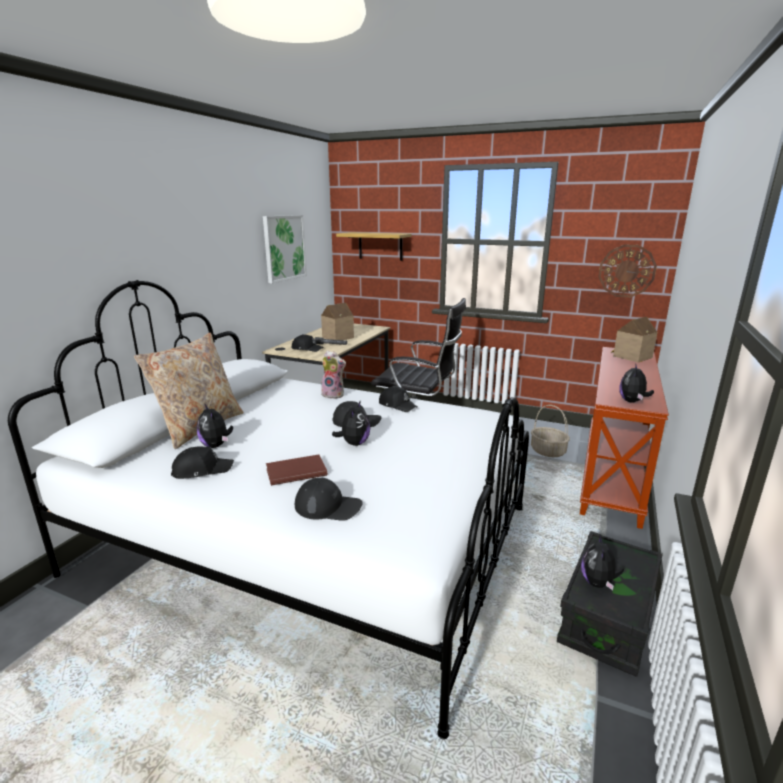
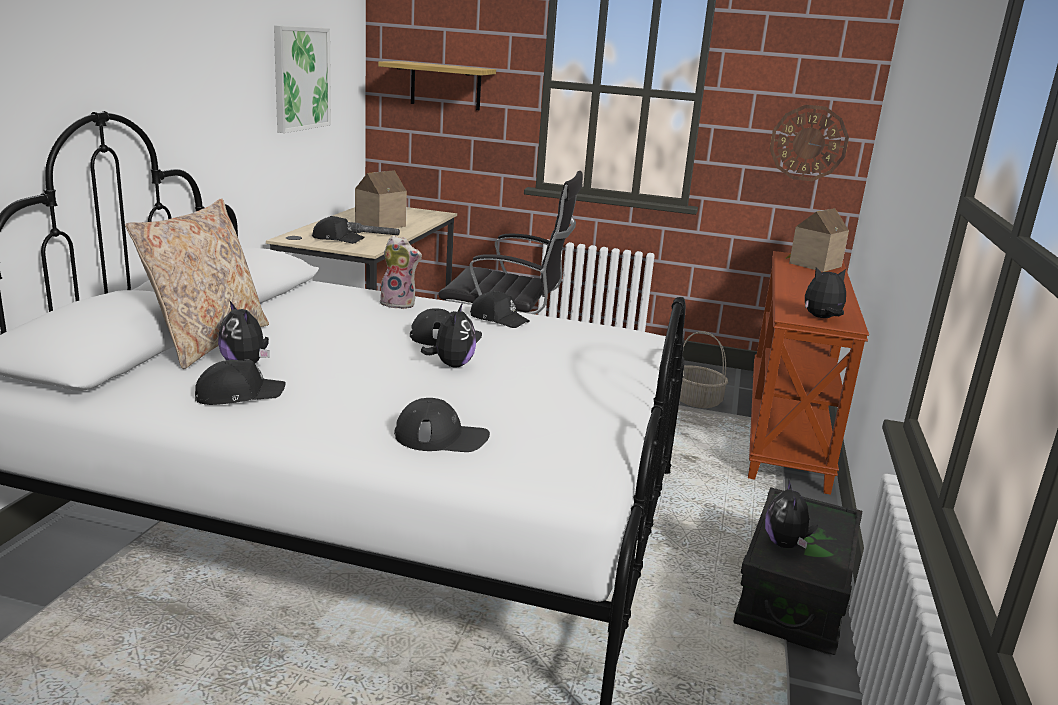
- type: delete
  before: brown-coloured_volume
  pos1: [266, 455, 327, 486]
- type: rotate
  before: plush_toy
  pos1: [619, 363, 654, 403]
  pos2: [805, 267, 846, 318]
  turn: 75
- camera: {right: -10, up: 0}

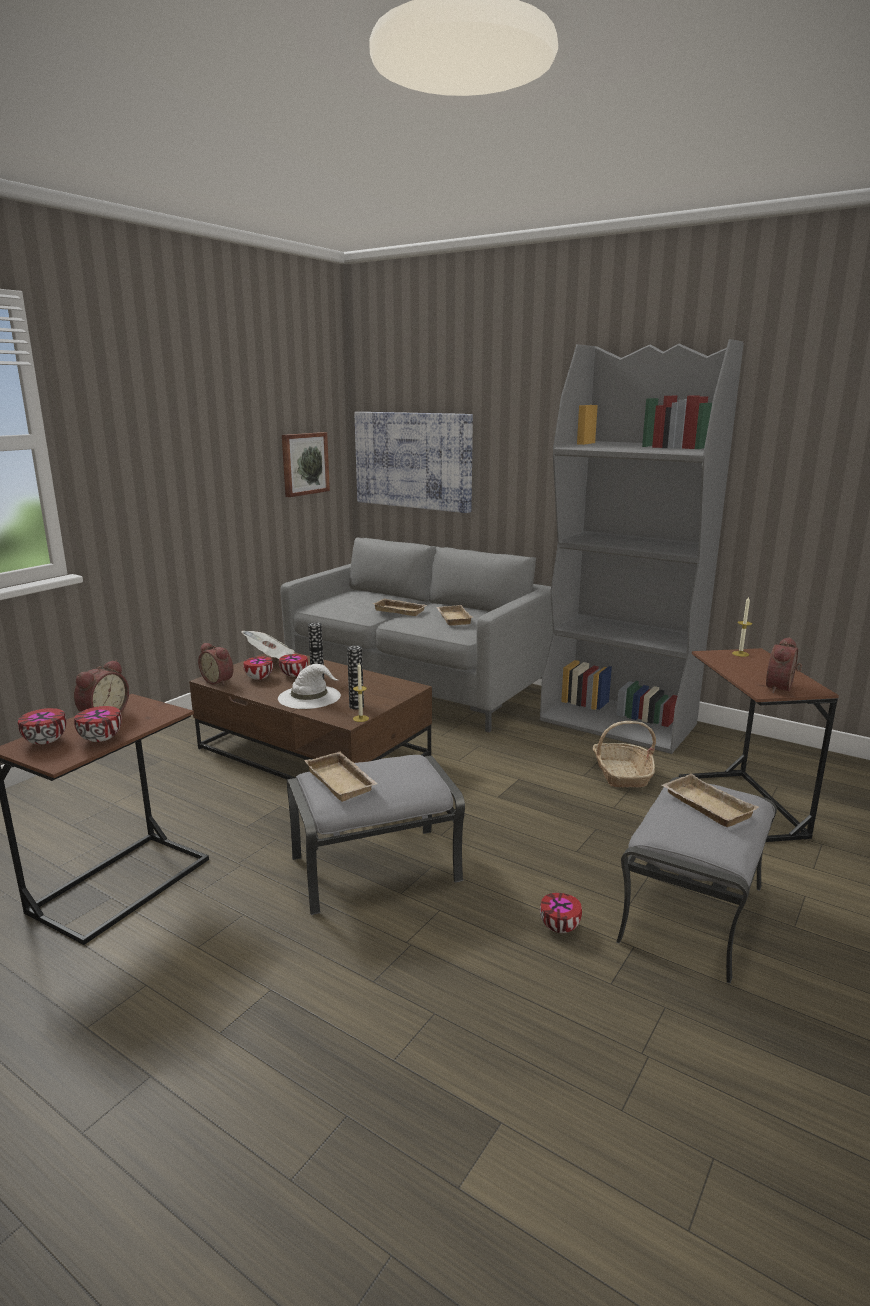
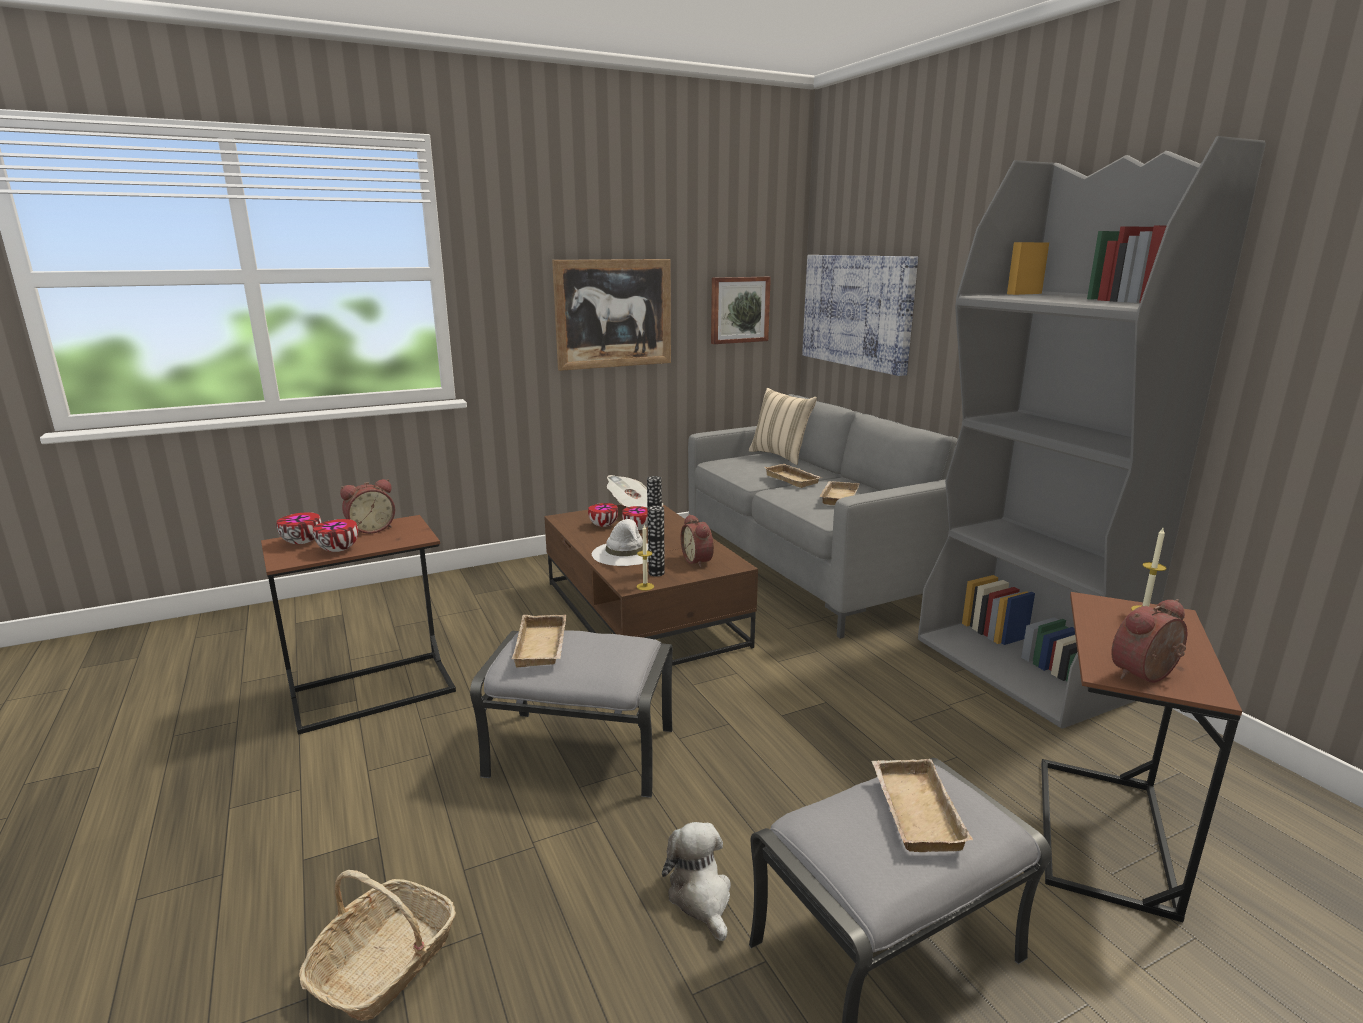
- type: insert
  after: wall_picture
  pos2: [552, 259, 671, 371]
- type: insert
  after: sand-coloured_cushion
  pos2: [749, 388, 817, 465]
- type: move
  before: bedside_clock
  pos1: [198, 643, 234, 686]
  pos2: [681, 514, 714, 568]
- type: move
  before: household_basket
  pos1: [593, 721, 656, 788]
  pos2: [299, 870, 456, 1021]
- type: replace
  before: serving_bowl
  after: plush_toy
  pos1: [540, 893, 582, 933]
  pos2: [662, 822, 731, 942]
- camera: {right: 30, up: 0}

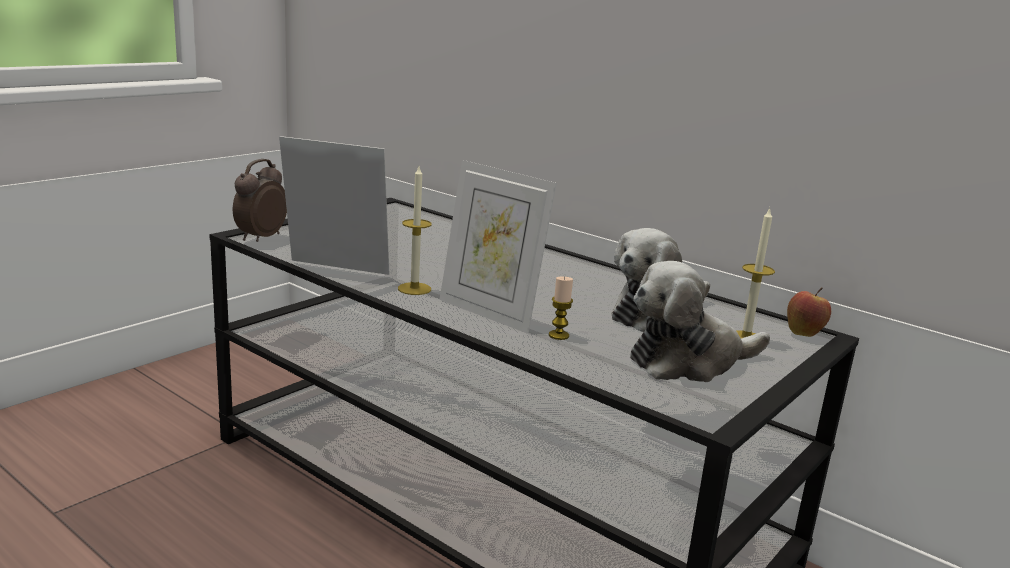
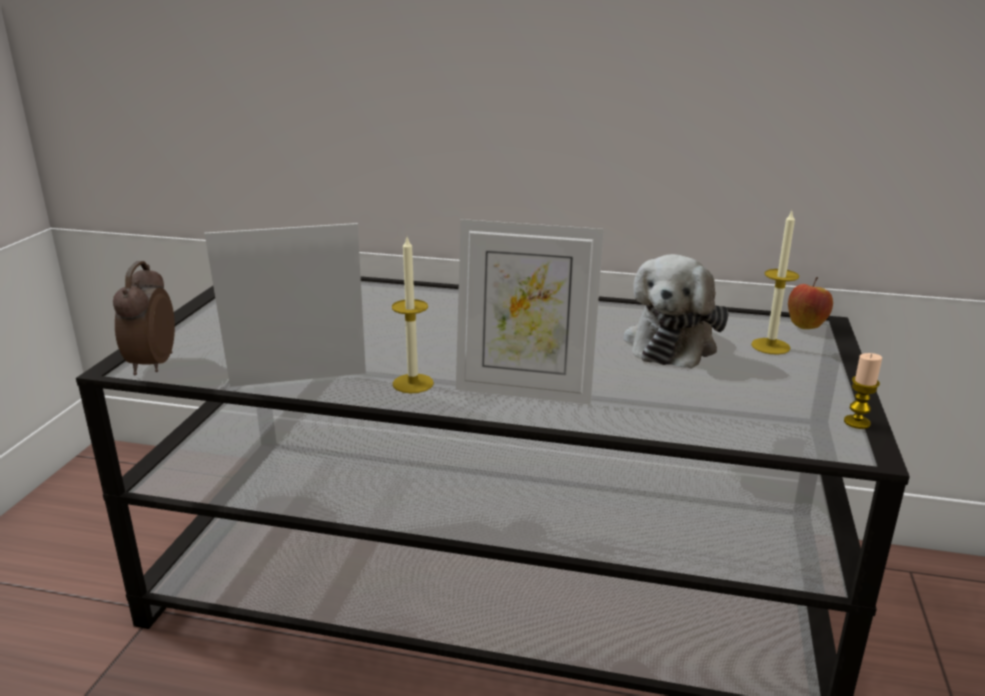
- type: delete
  before: plush_toy
  pos1: [630, 261, 770, 382]
- type: move
  before: candle
  pos1: [549, 277, 573, 340]
  pos2: [844, 353, 882, 429]
- camera: {right: -25, up: 5}

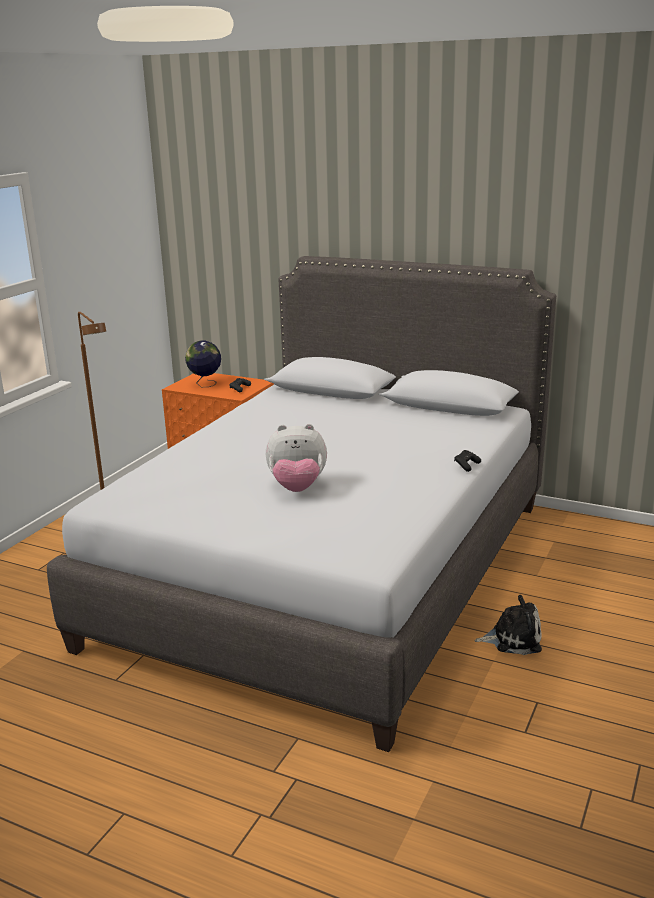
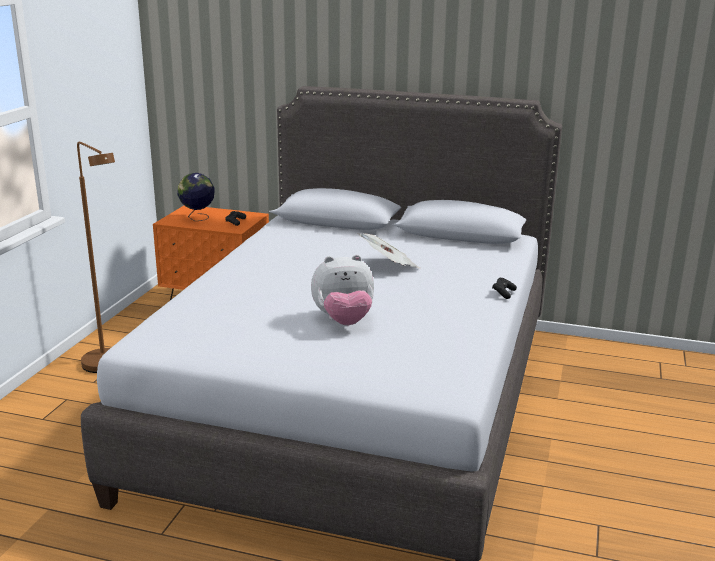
- type: delete
  before: plush_toy
  pos1: [474, 595, 542, 655]
- type: insert
  after: printed_paper
  pos2: [358, 233, 420, 268]
- camera: {right: -10, up: 0}

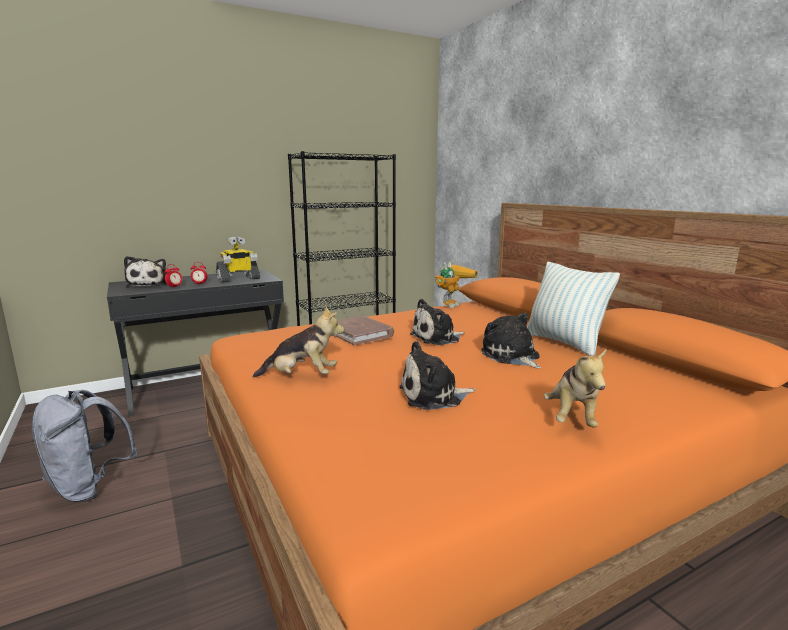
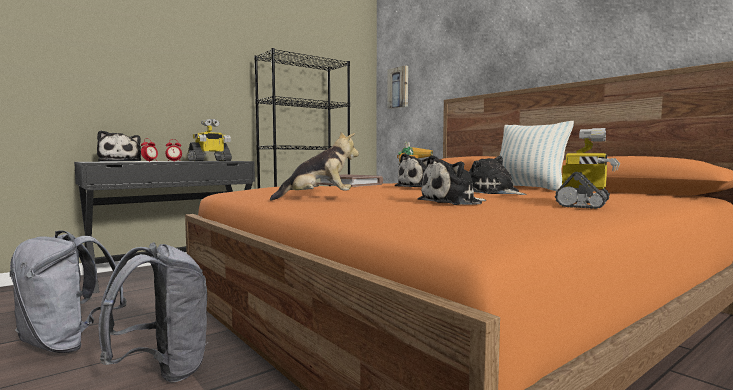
- type: insert
  after: greyish_knapsack
  pos2: [98, 242, 208, 382]
- type: insert
  after: wall_picture
  pos2: [387, 65, 408, 109]
- type: replace
  before: plush_toy
  after: toy_robot
  pos1: [544, 349, 606, 428]
  pos2: [555, 128, 620, 209]
- camera: {right: -10, up: -10}

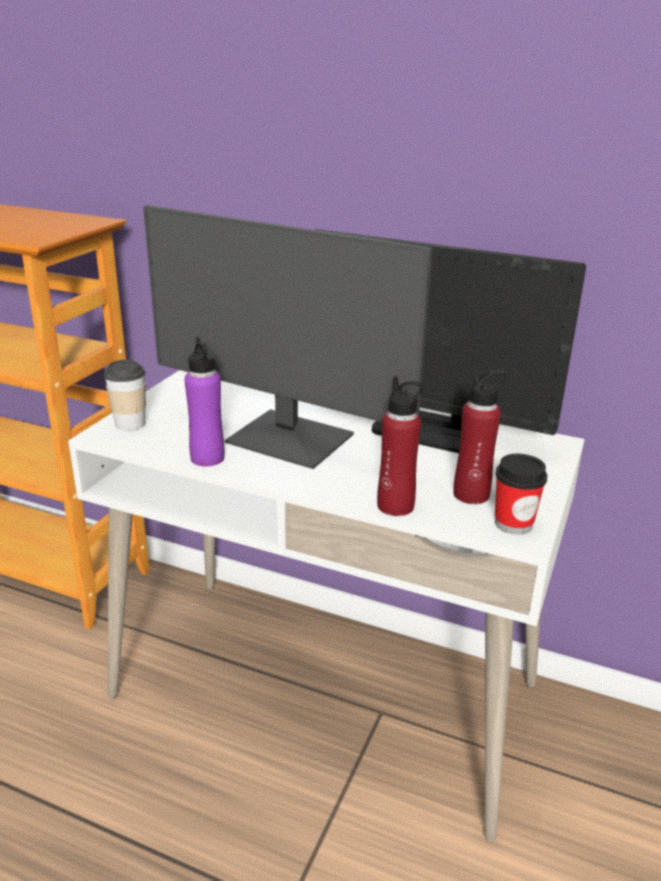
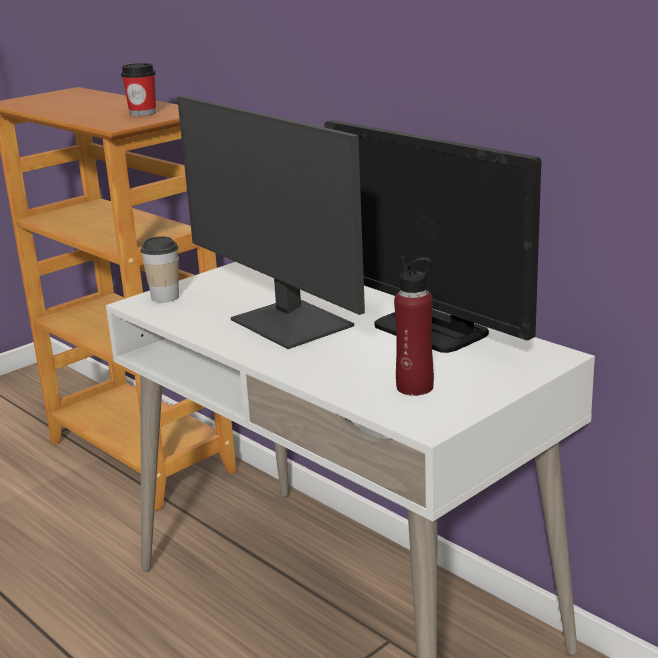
- type: delete
  before: purple_beverage_bottle
  pos1: [185, 337, 225, 467]
- type: delete
  before: red-coloured_beverage_bottle
  pos1: [377, 376, 423, 516]
- type: move
  before: drinking_cup
  pos1: [495, 454, 547, 535]
  pos2: [121, 63, 156, 116]
- camera: {right: 25, up: -5}

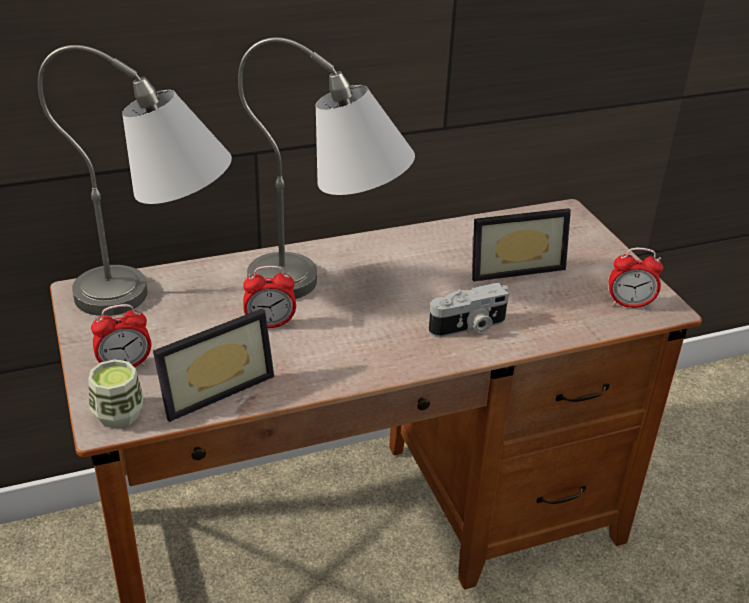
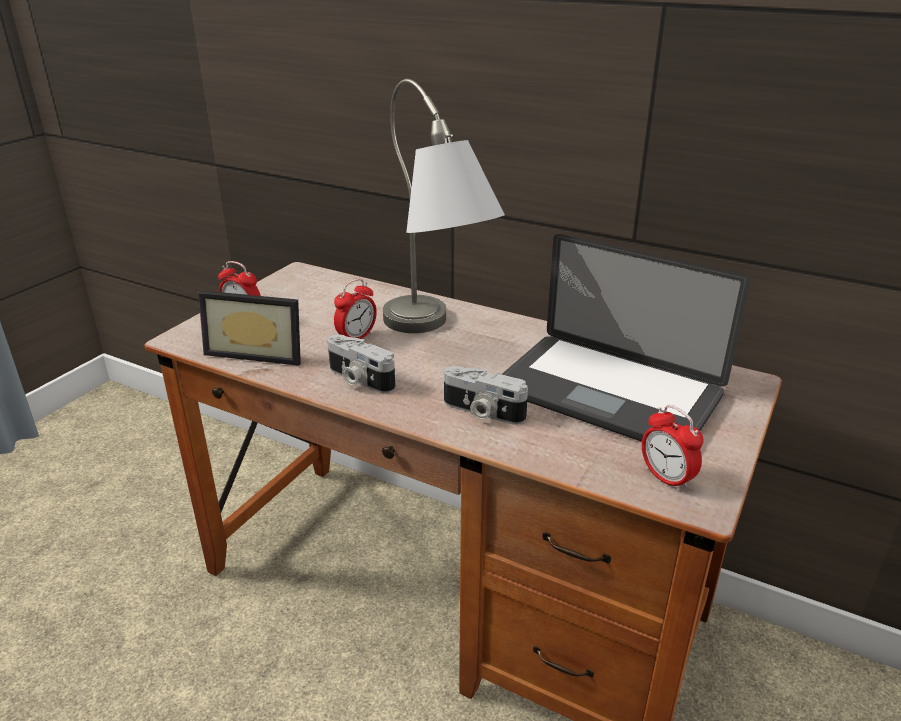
- type: delete
  before: greyish_tabletop_lamp
  pos1: [38, 45, 232, 316]
- type: delete
  before: drinking_cup
  pos1: [88, 359, 144, 429]
- type: insert
  after: photo_camera
  pos2: [327, 334, 395, 394]
- type: replace
  before: photo_frame
  after: notebook_computer
  pos1: [472, 208, 571, 281]
  pos2: [502, 234, 750, 442]
- type: rotate
  before: bedside_clock
  pos1: [243, 266, 296, 328]
  pos2: [334, 279, 377, 339]
  turn: -90
- camera: {right: 50, up: -5}

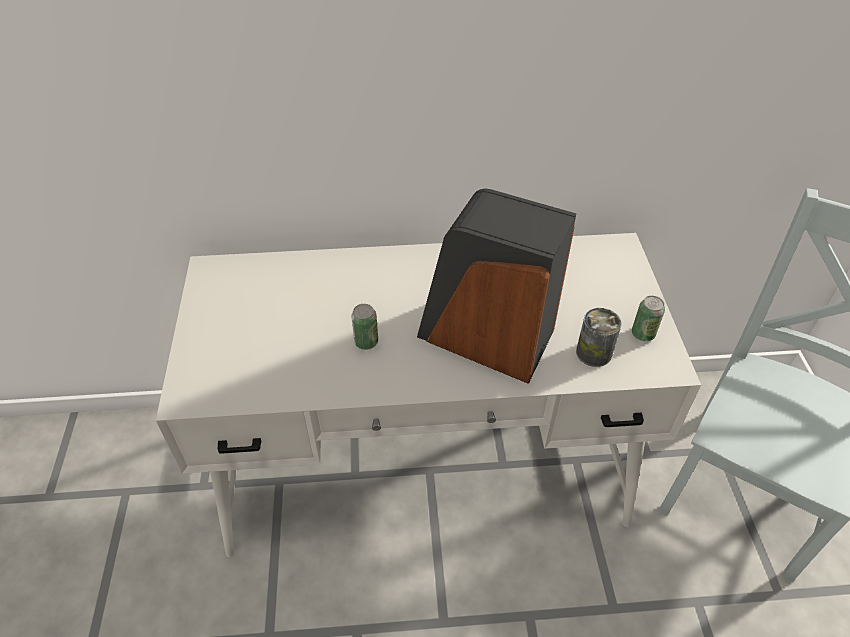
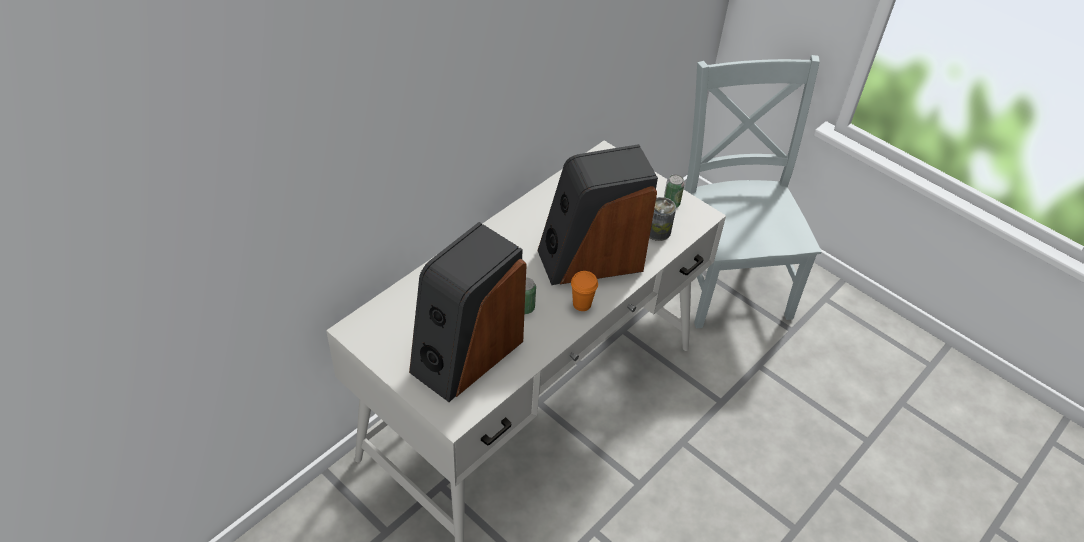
- type: insert
  after: speaker
  pos2: [409, 222, 527, 402]
- type: insert
  after: orange_drinking_cup
  pos2: [571, 271, 598, 311]
- camera: {right: -45, up: 0}

